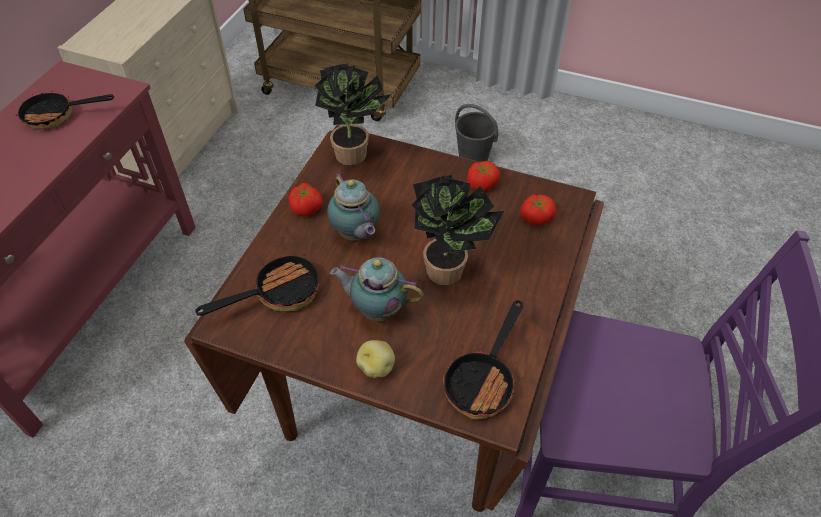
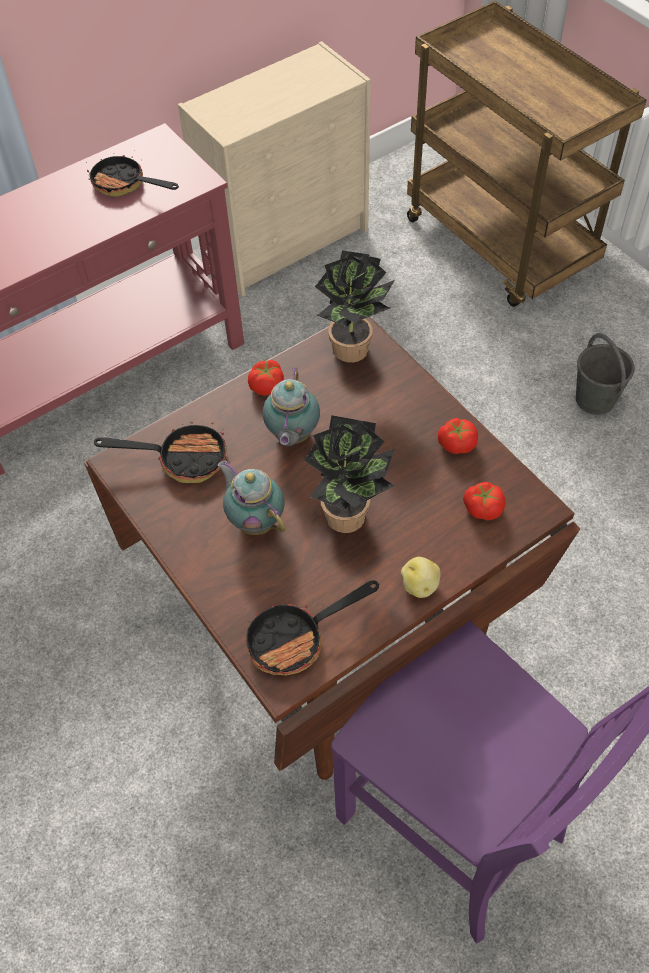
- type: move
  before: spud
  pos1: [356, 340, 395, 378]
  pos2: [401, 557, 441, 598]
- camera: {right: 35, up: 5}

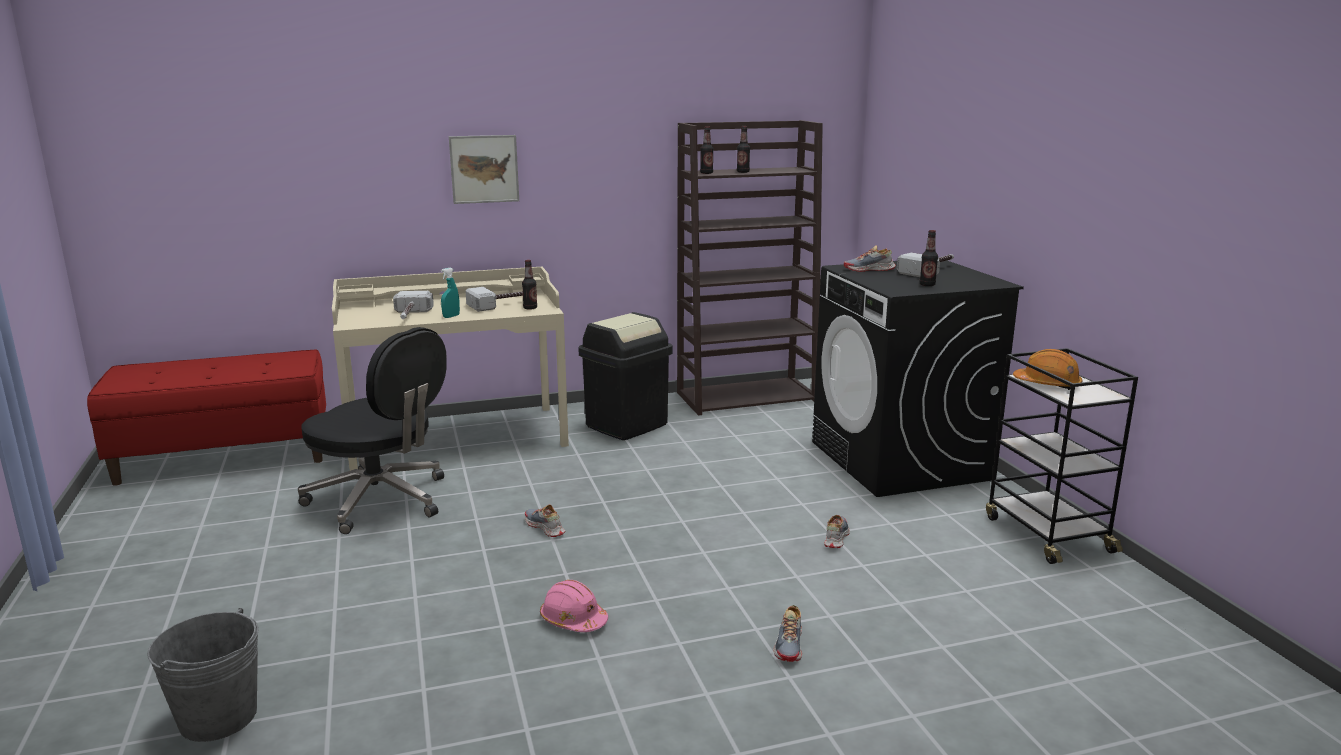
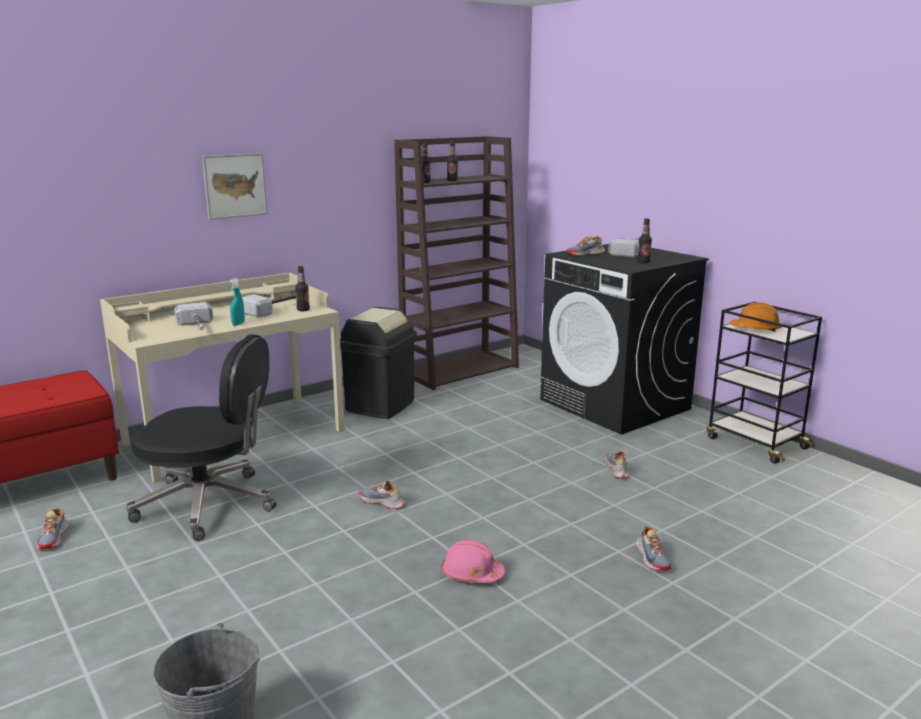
- type: insert
  after: item_of_footwear
  pos2: [36, 507, 69, 549]
- camera: {right: -20, up: 0}

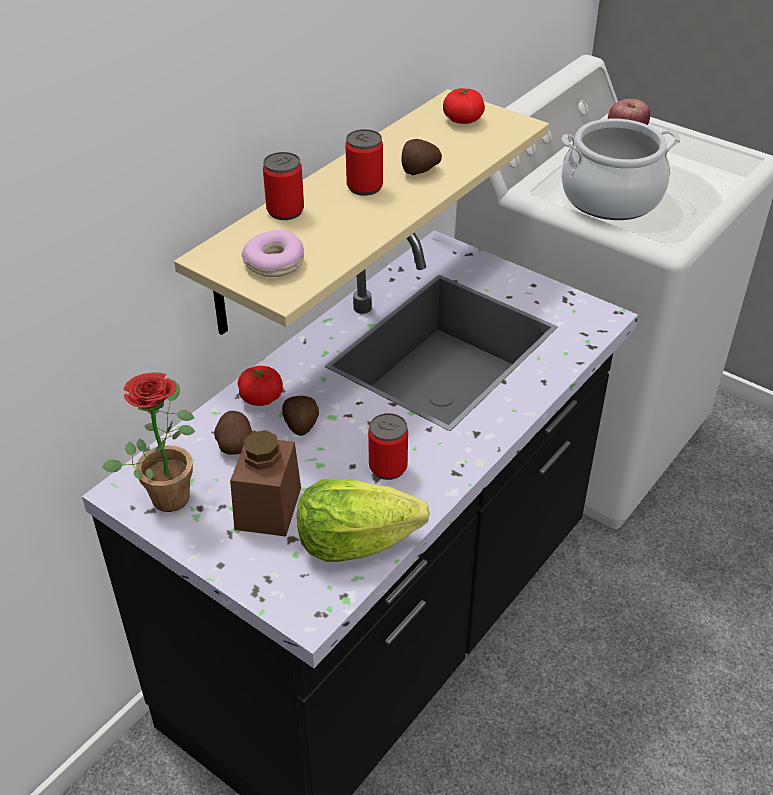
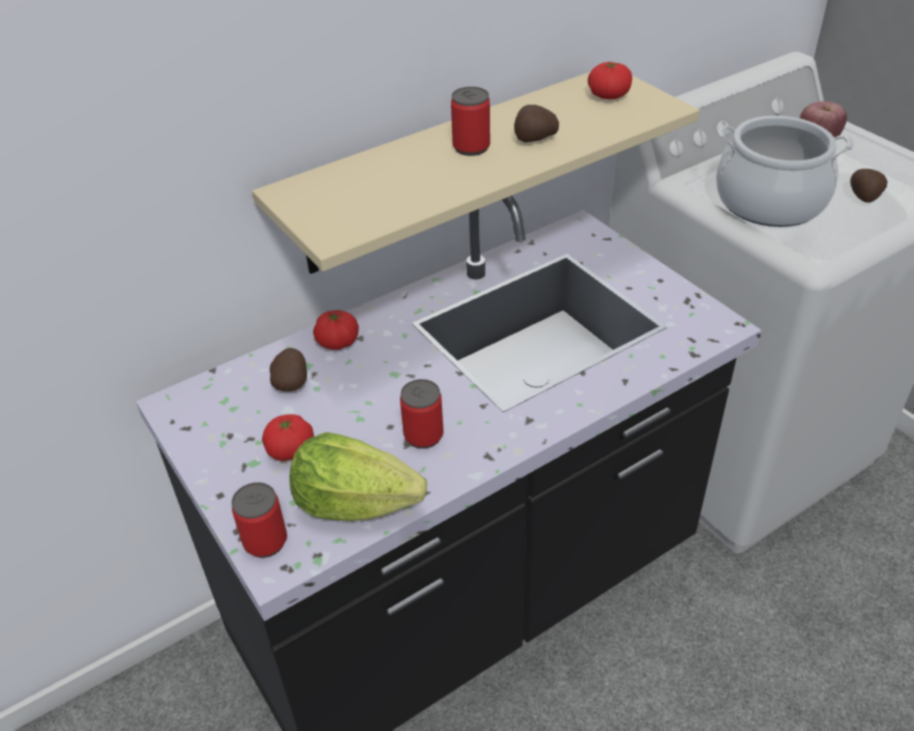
- type: delete
  before: plant_in_a_pot
  pos1: [102, 373, 195, 512]
- type: delete
  before: ring_doughnut
  pos1: [242, 230, 304, 277]
- type: move
  before: sealed_can
  pos1: [263, 152, 304, 220]
  pos2: [231, 482, 287, 558]
- type: move
  before: spud
  pos1: [282, 396, 319, 436]
  pos2: [850, 169, 888, 203]
- type: replace
  before: brown-coloured_preserve_jar
  after: fresh_tomato
  pos1: [230, 430, 301, 537]
  pos2: [262, 414, 314, 461]
- camera: {right: 20, up: 0}

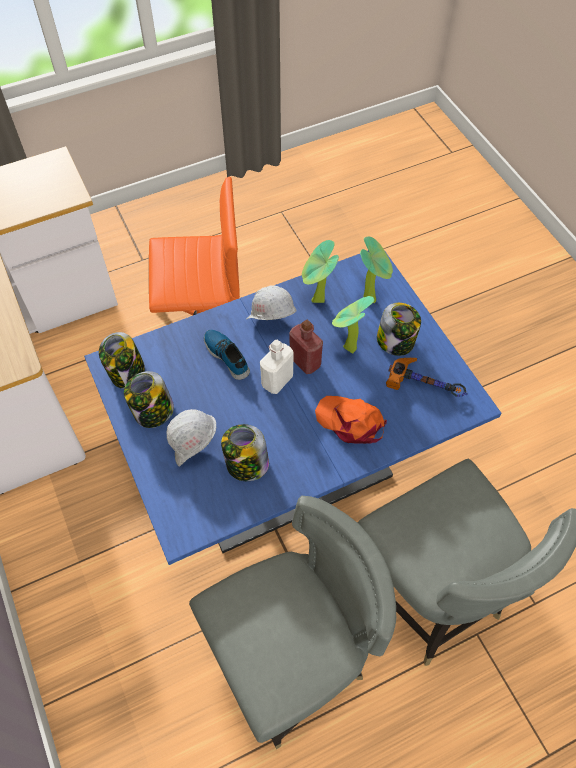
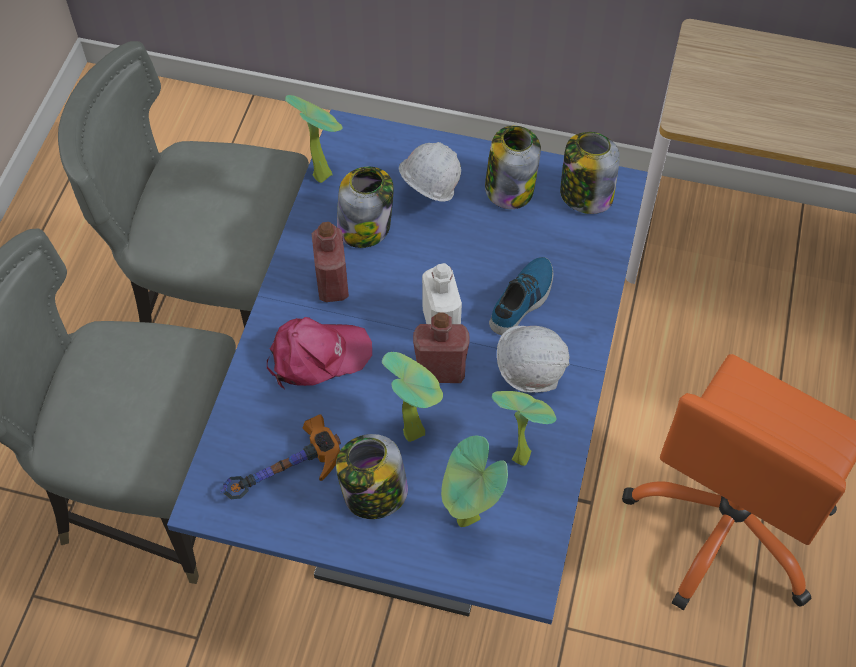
- type: insert
  after: plant_in_a_pot
  pos2: [285, 95, 342, 183]
- type: insert
  after: red-coloured_beverage_bottle
  pos2: [312, 222, 349, 302]
- type: recolor
  before: orange_baseball_cap
  after: pinkish_baseball_cap
  pos1: [315, 396, 387, 444]
  pos2: [267, 317, 372, 389]
- type: rotate
  before: greyish_plain_chair
  pos1: [189, 496, 396, 749]
  pos2: [58, 41, 309, 328]
  turn: 90
- type: rotate
  before: item_of_footwear
  pos1: [204, 330, 250, 380]
  pos2: [489, 257, 553, 335]
  turn: -60
- camera: {right: 130, up: 0}

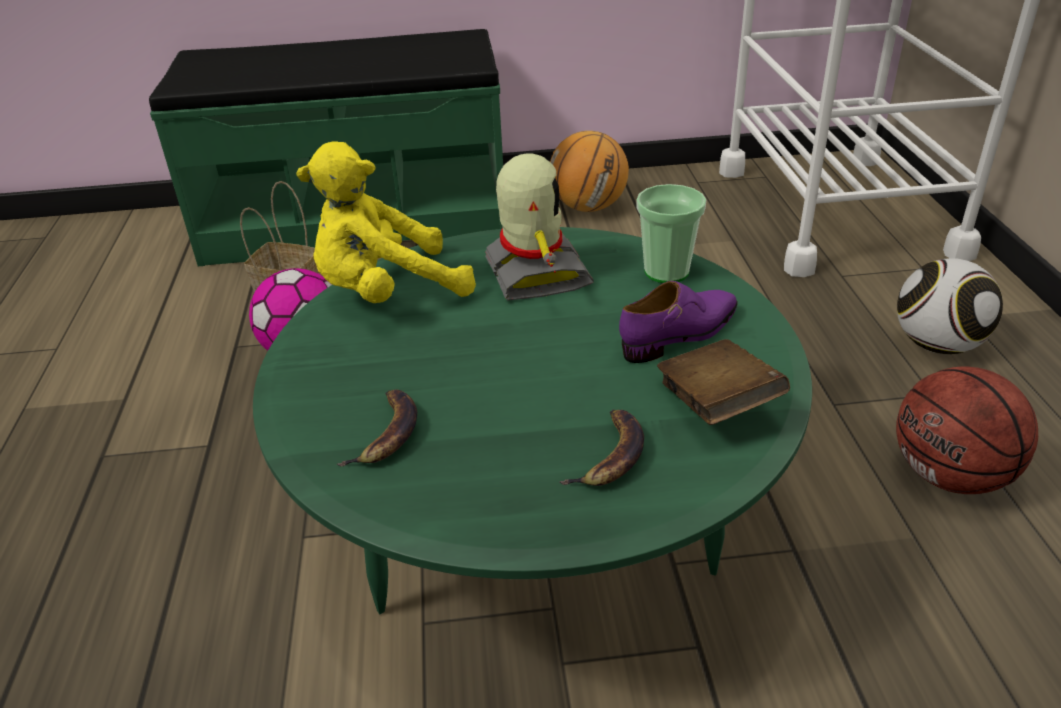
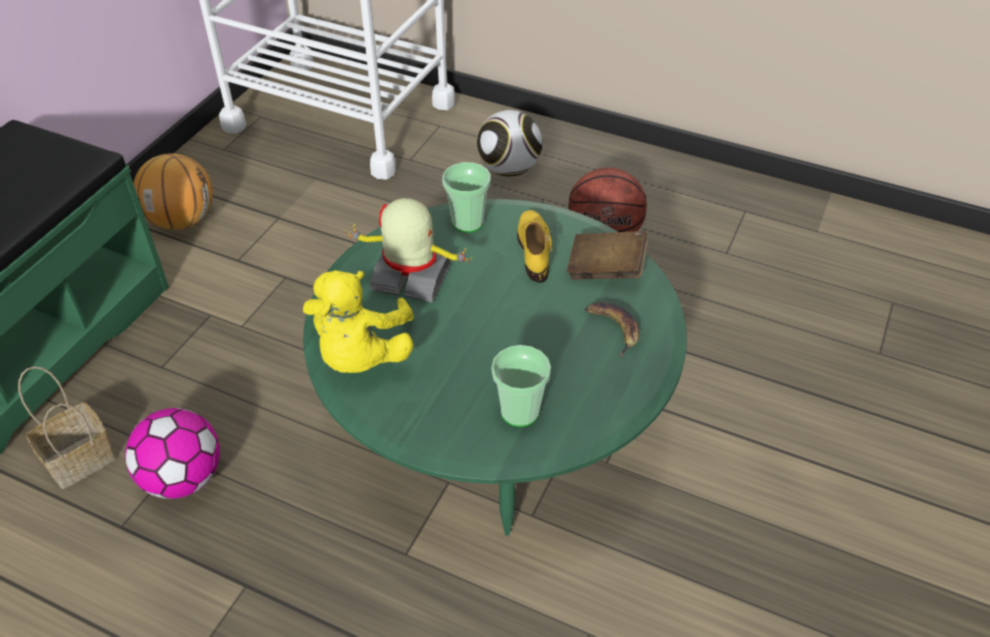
- type: replace
  before: whole_banana
  after: drinking_cup
  pos1: [337, 390, 417, 467]
  pos2: [491, 345, 551, 427]
- type: recolor
  before: purple_item_of_footwear
  after: yellow_item_of_footwear
  pos1: [619, 281, 738, 363]
  pos2: [517, 210, 552, 283]
- camera: {right: -60, up: 10}

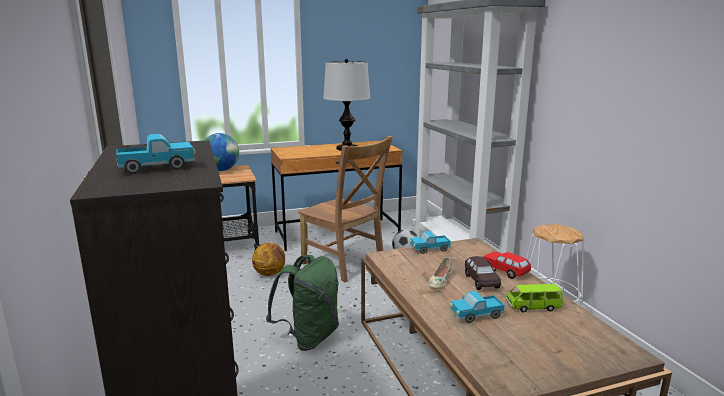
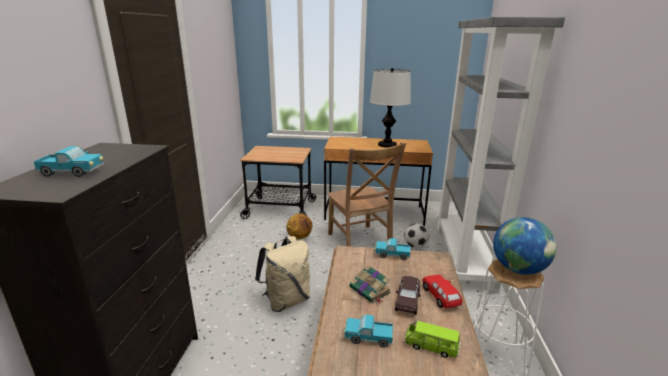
- type: move
  before: desk_globe
  pos1: [204, 133, 239, 171]
  pos2: [493, 217, 556, 275]
- type: replace
  before: sand-coloured_item_of_footwear
  after: volume
  pos1: [428, 257, 452, 289]
  pos2: [350, 264, 391, 303]
- type: recolor
  before: green-coloured_knapsack
  after: sand-coloured_knapsack
  pos1: [266, 255, 339, 351]
  pos2: [255, 236, 310, 312]
- camera: {right: 25, up: 5}

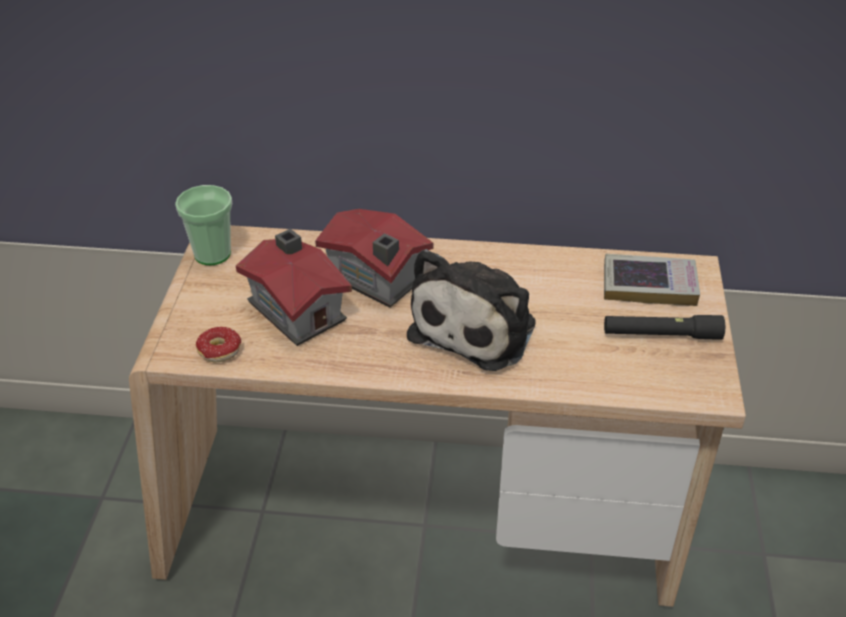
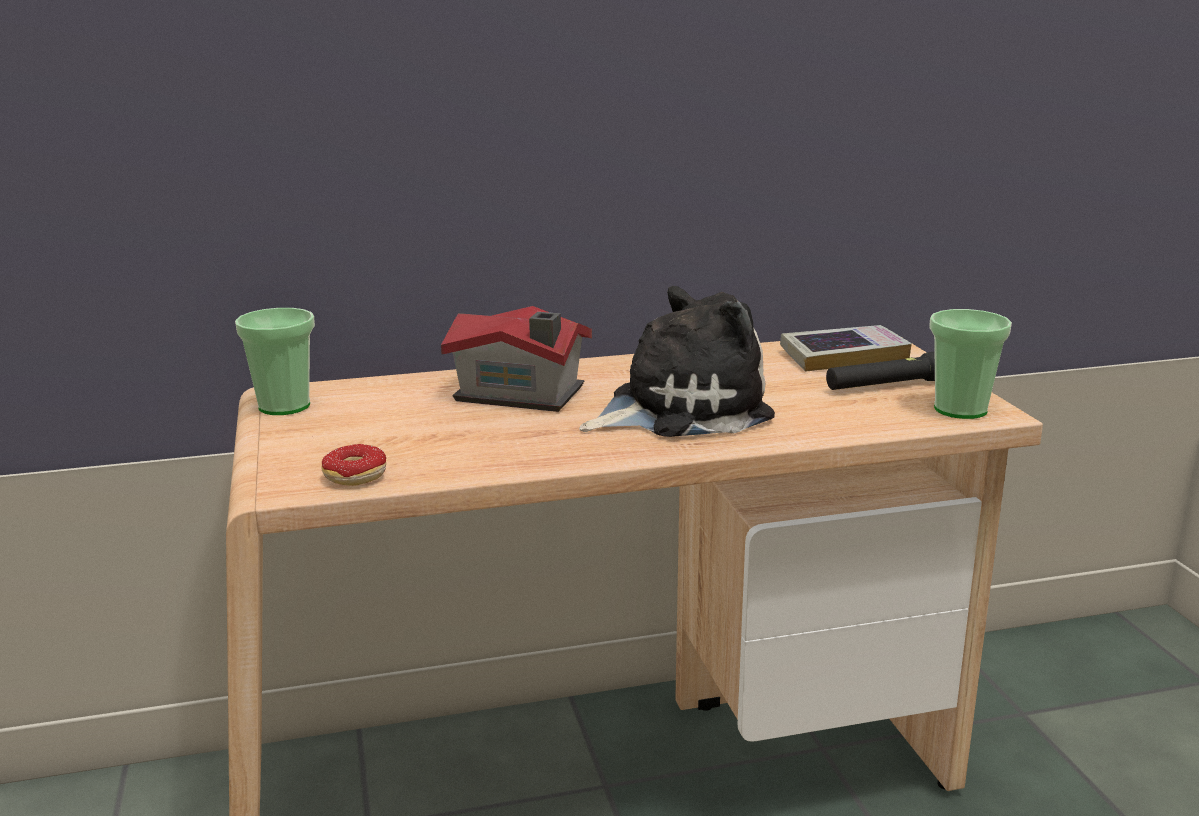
- type: delete
  before: miniature_house
  pos1: [236, 228, 352, 346]
- type: insert
  after: drinking_cup
  pos2: [929, 309, 1012, 419]
- type: rotate
  before: plush_toy
  pos1: [407, 249, 536, 371]
  pos2: [579, 286, 775, 437]
  turn: -120
- camera: {right: -20, up: -20}

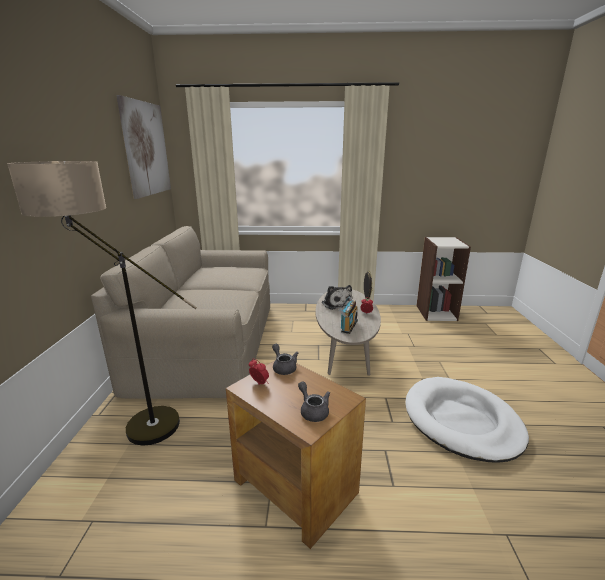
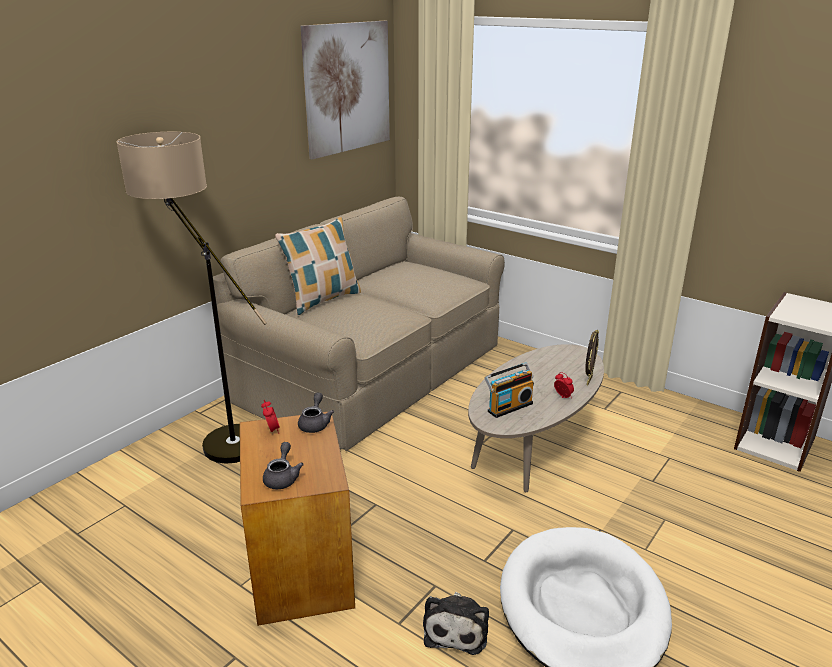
- type: insert
  after: cushion
  pos2: [275, 217, 361, 315]
- type: move
  before: plush_toy
  pos1: [322, 285, 352, 310]
  pos2: [423, 592, 489, 655]
- camera: {right: 35, up: 5}

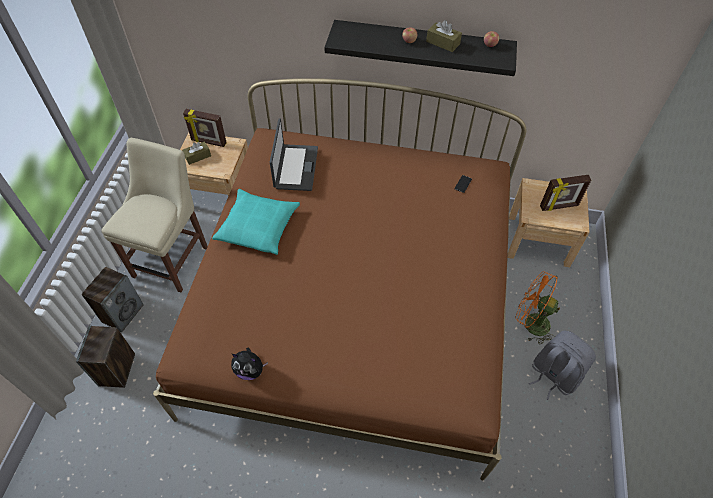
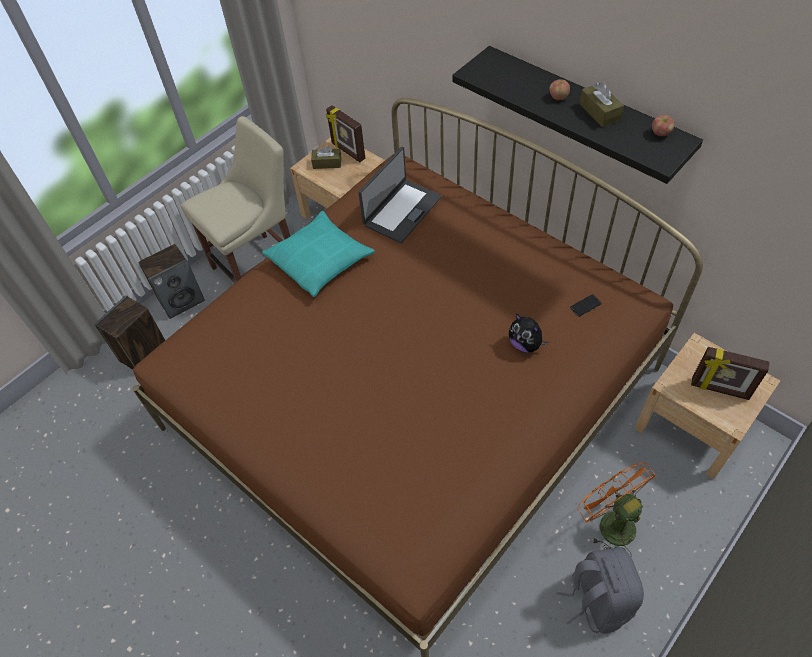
- type: move
  before: plush_toy
  pos1: [231, 347, 268, 380]
  pos2: [509, 313, 548, 353]
- camera: {right: 35, up: 0}

